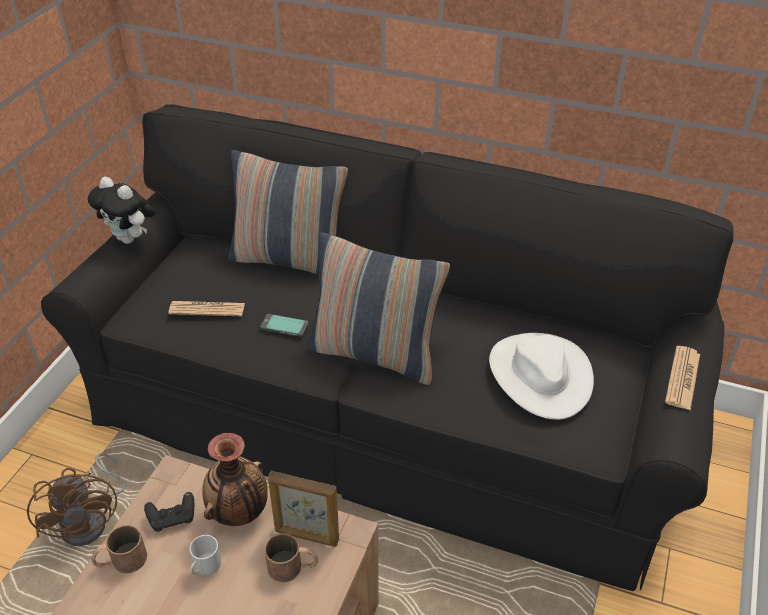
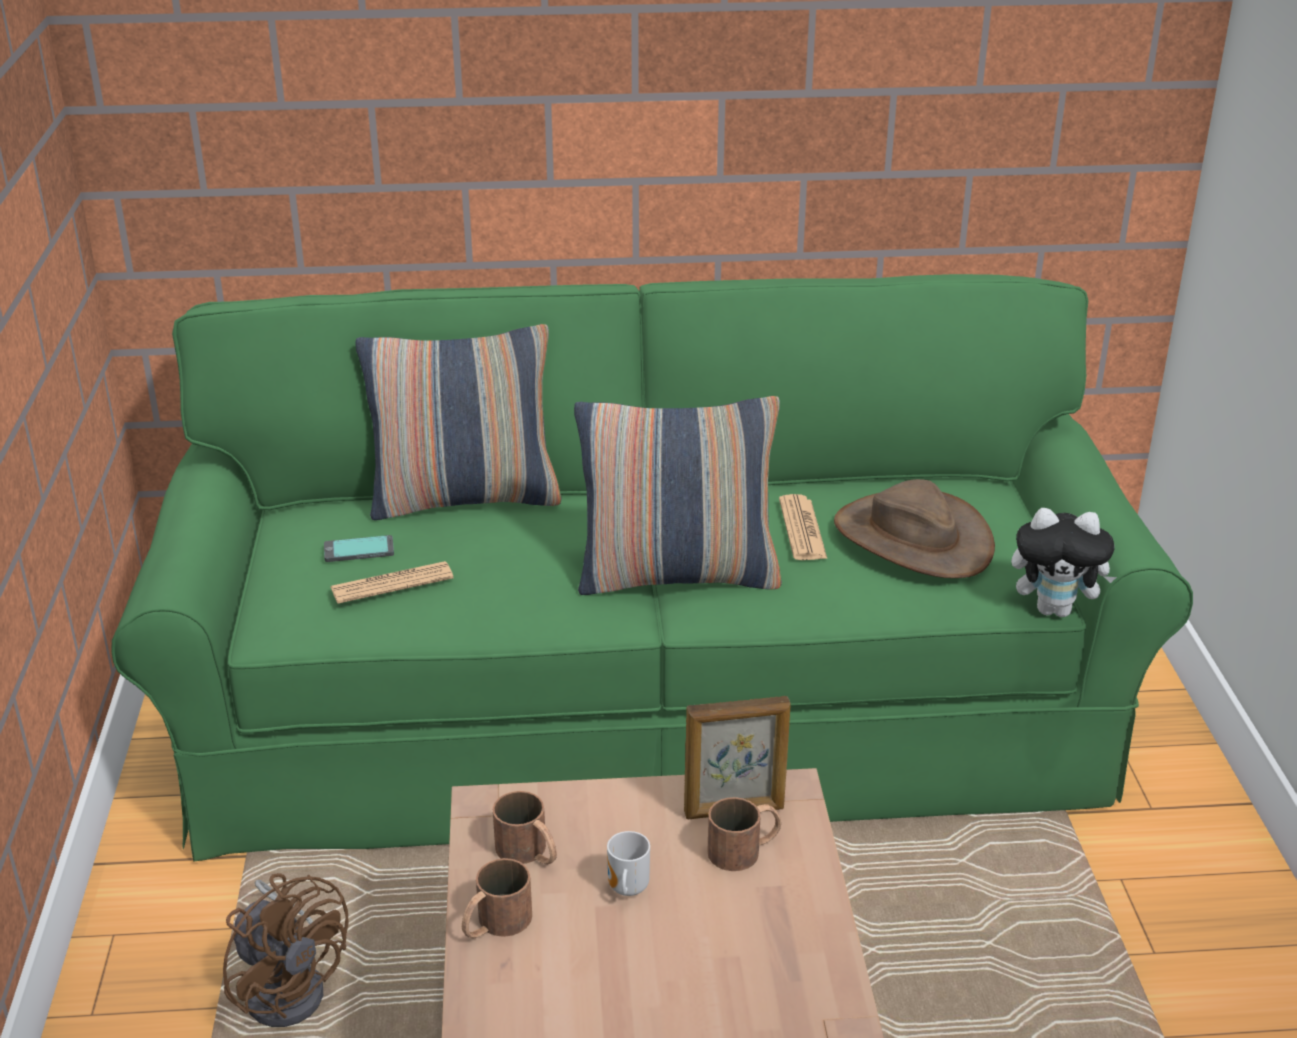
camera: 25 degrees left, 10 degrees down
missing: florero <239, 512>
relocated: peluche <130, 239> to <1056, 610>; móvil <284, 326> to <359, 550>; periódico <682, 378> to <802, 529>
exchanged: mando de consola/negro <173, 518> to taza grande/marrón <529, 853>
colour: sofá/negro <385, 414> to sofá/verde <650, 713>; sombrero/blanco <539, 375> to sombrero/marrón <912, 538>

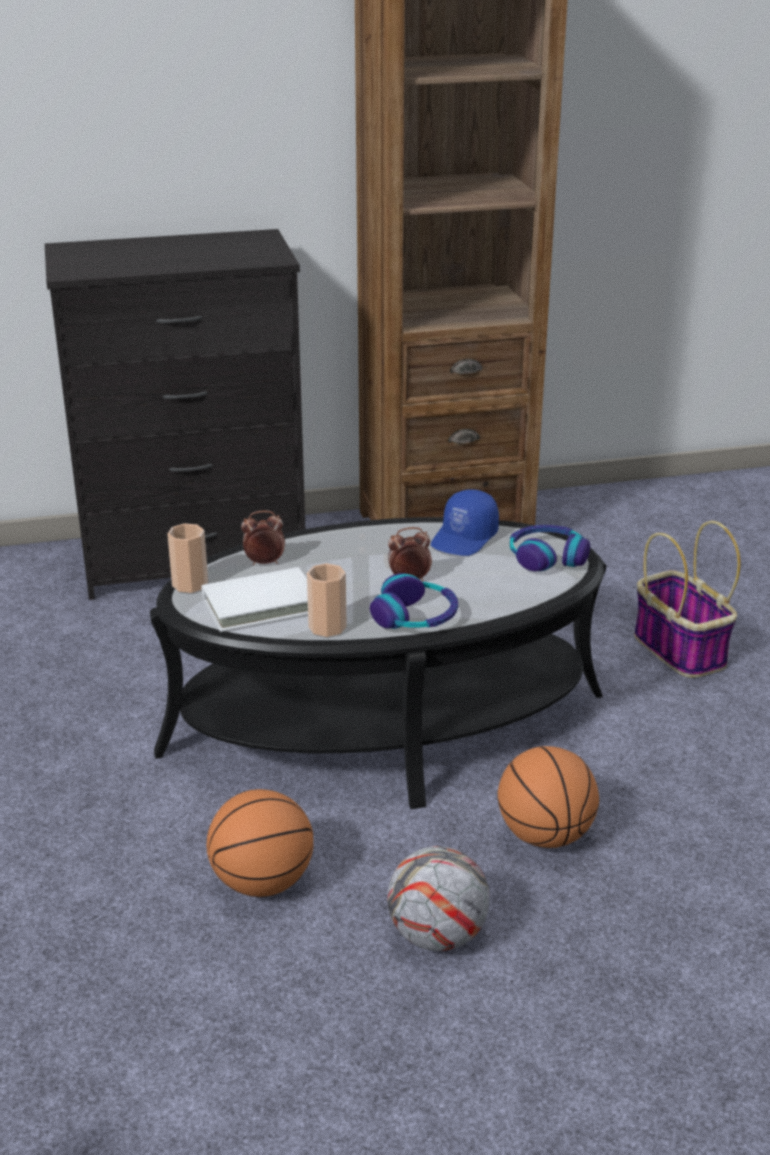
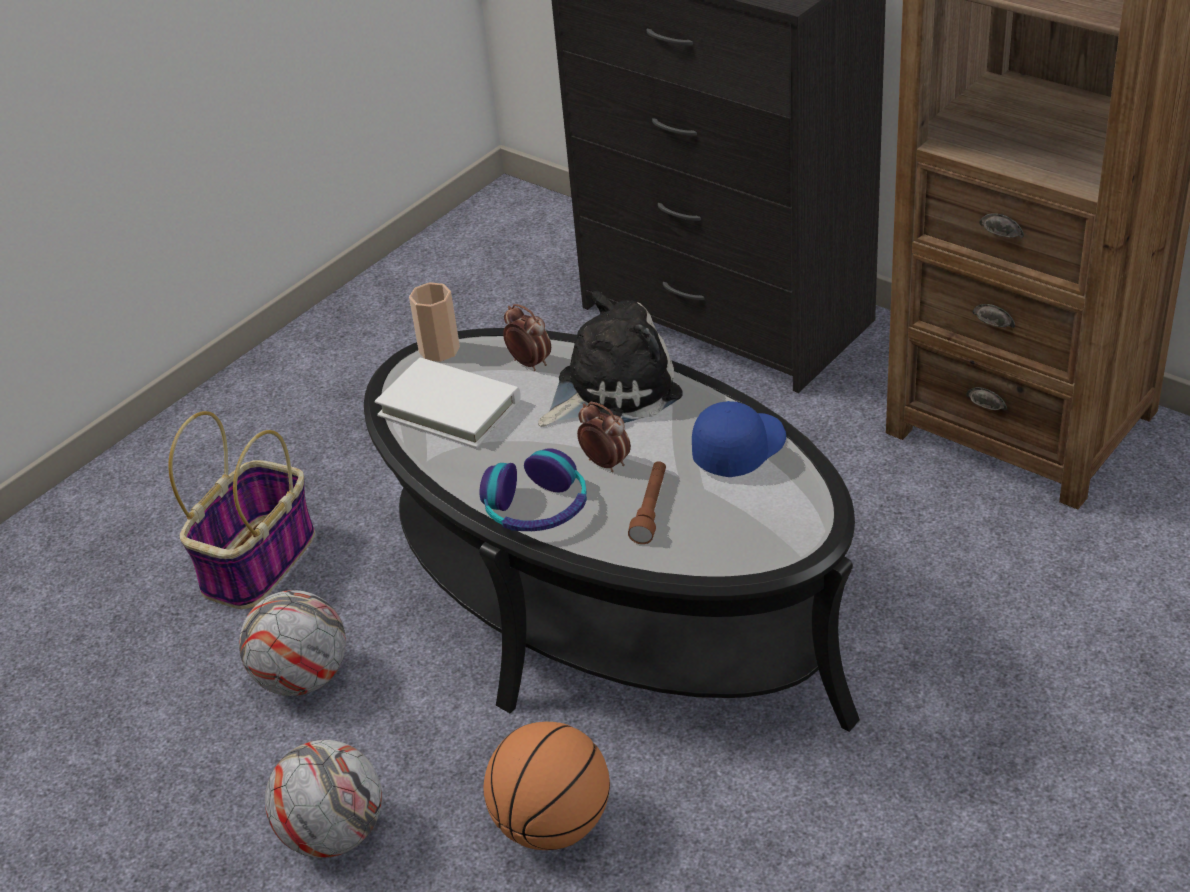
camera: 55 degrees right, 10 degrees up
missing: taza <327, 627>; auriculares <547, 557>
appeared: peluche <611, 390>; linterna/marrón <651, 509>
relocated: cesta <677, 649> to <259, 561>
exchanged: balón de baloncesto <262, 882> to balón de fútbol <302, 678>
spun: gorra/azul <465, 538> = <738, 449> 135 degrees clockwise

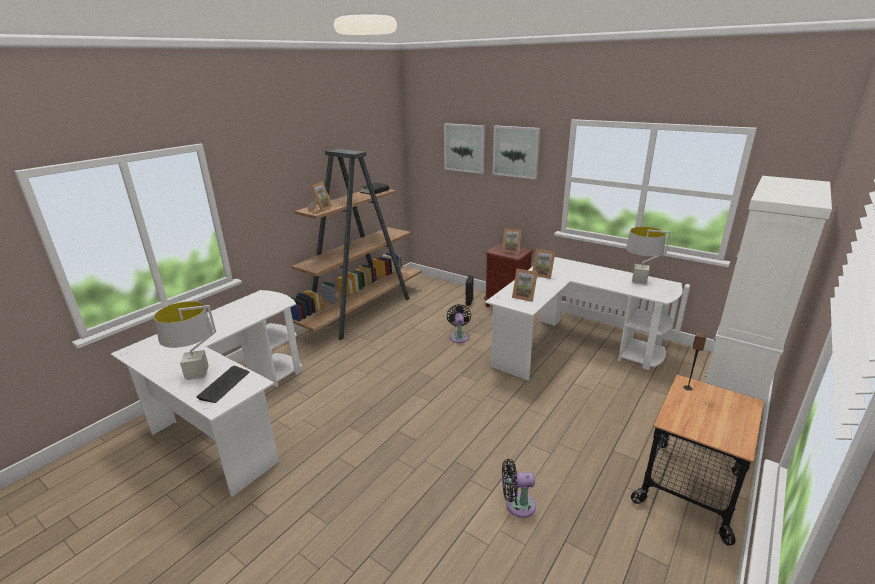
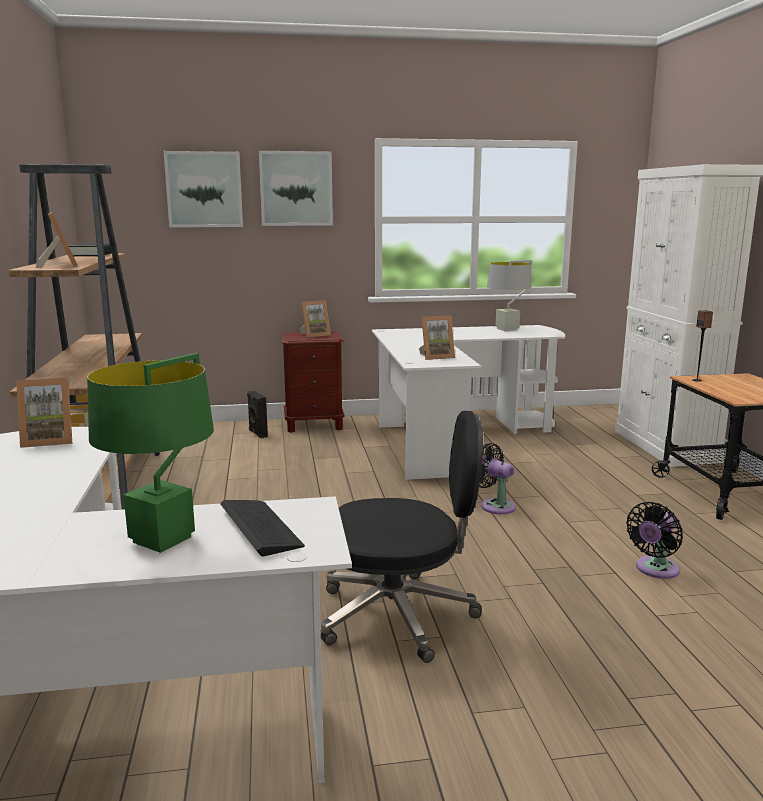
camera: 45 degrees left, 10 degrees down
appeared: silla de oficina/negro <399, 615>
relocated: ventilador/negro <459, 337> to <494, 505>; portarretratos <543, 274> to <49, 441>
colour: lámpara de mesa/gris <197, 374> to lámpara de mesa/verde <163, 539>

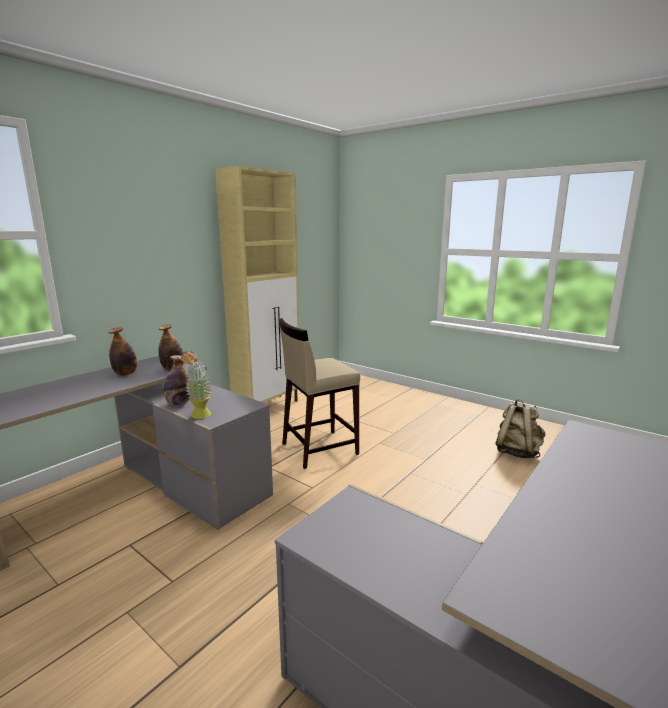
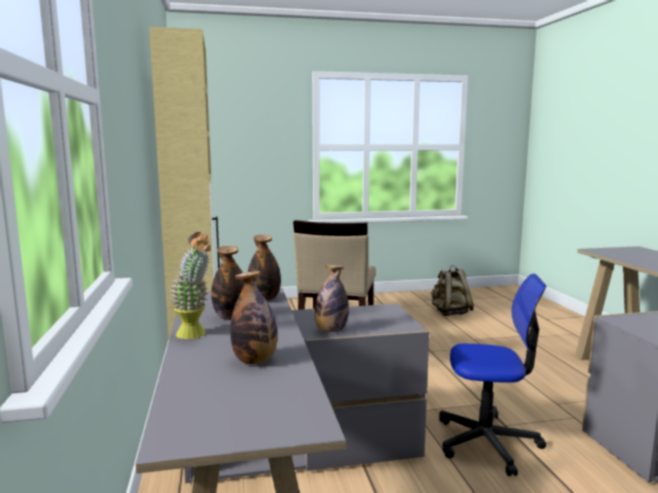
camera: 50 degrees left, 5 degrees down
appeared: botella <255, 361>; silla de oficina <487, 442>
relocated: planta en maceta <199, 417> to <195, 335>

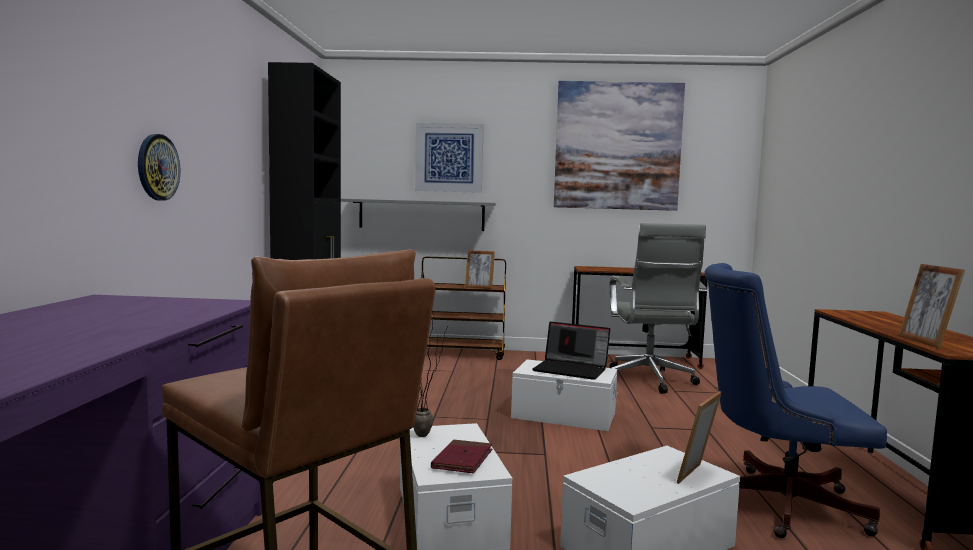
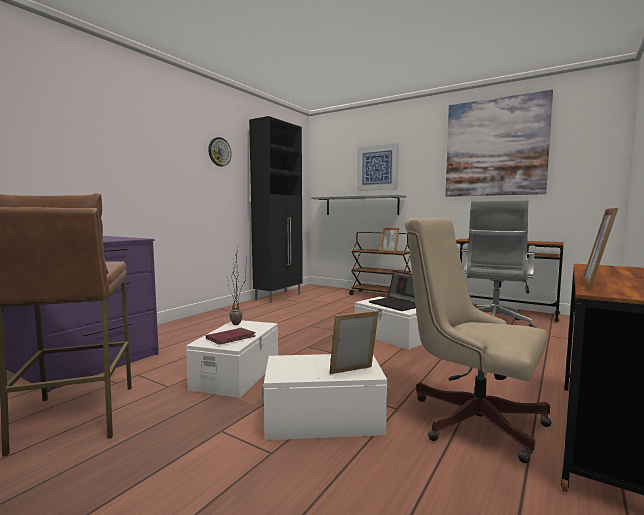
camera: 30 degrees right, 0 degrees up
relocated: reloj de pared <157, 167> to <219, 152>
colour: silla de oficina/azul <774, 502> to silla de oficina/beis <469, 418>

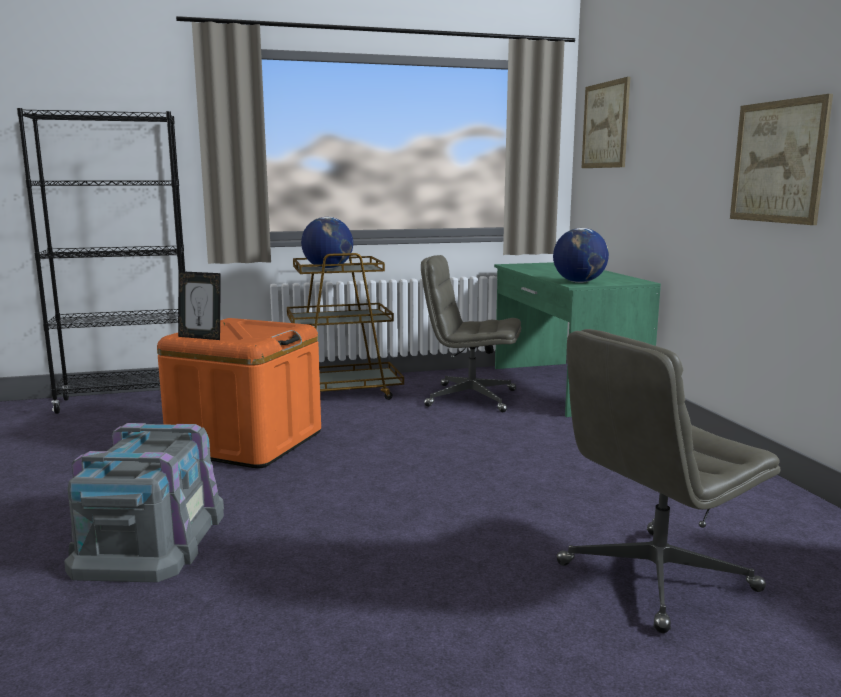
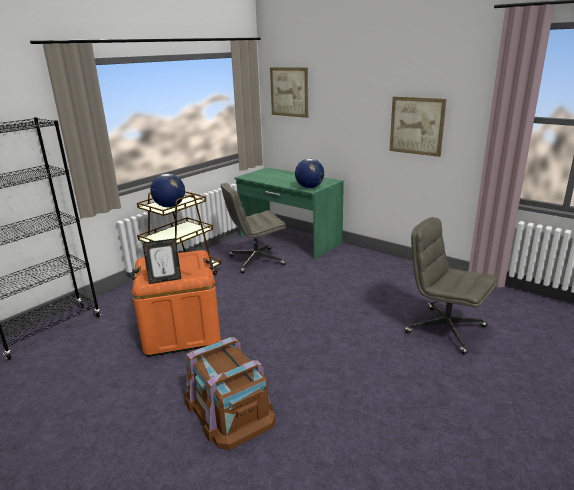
camera: 35 degrees left, 10 degrees up
colour: caja de almacenaje/gris <150, 537> to caja de almacenaje/marrón <228, 408>
spun: silla de oficina/gris <655, 578> = <444, 329> 105 degrees clockwise

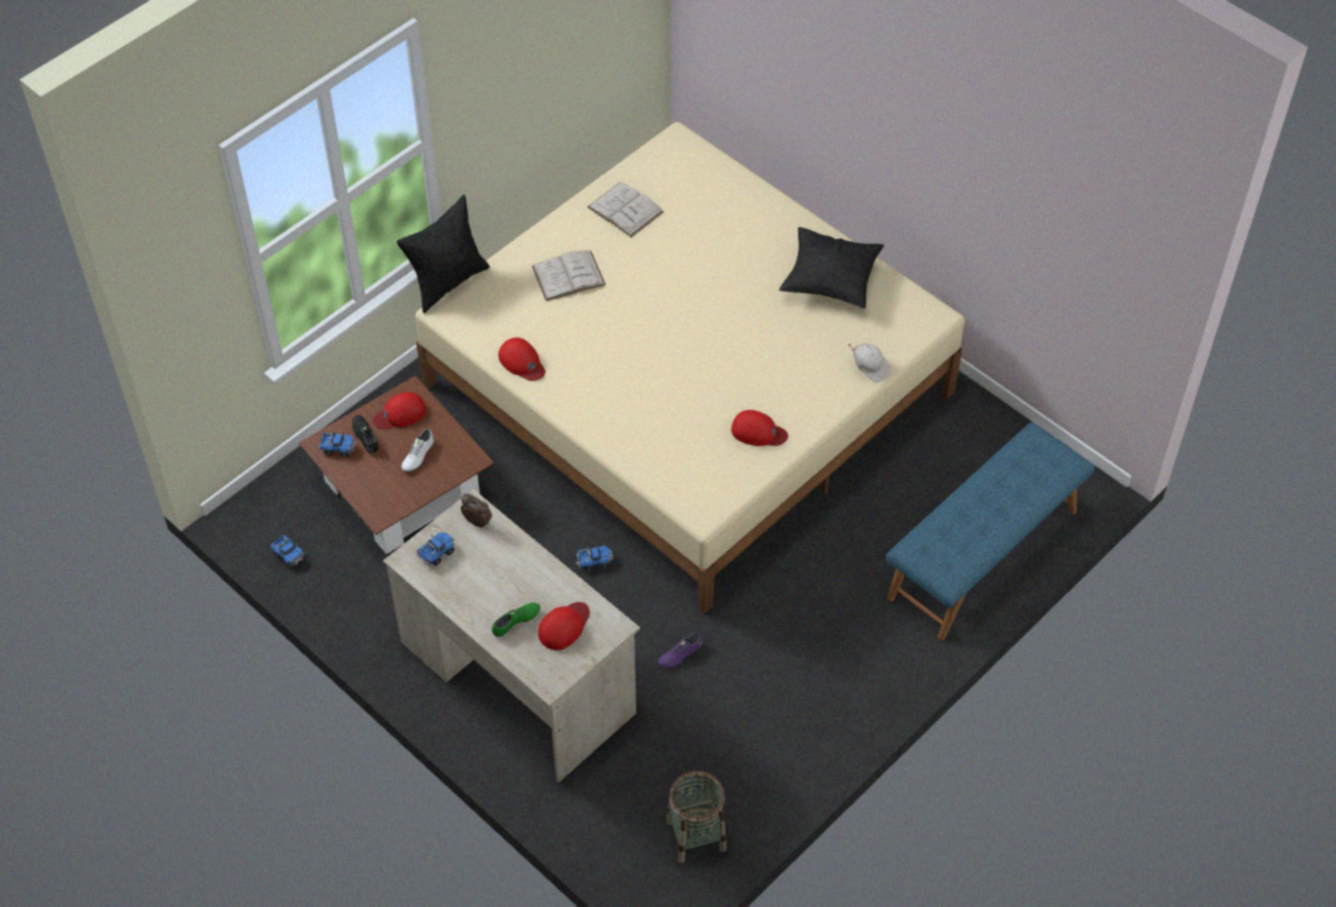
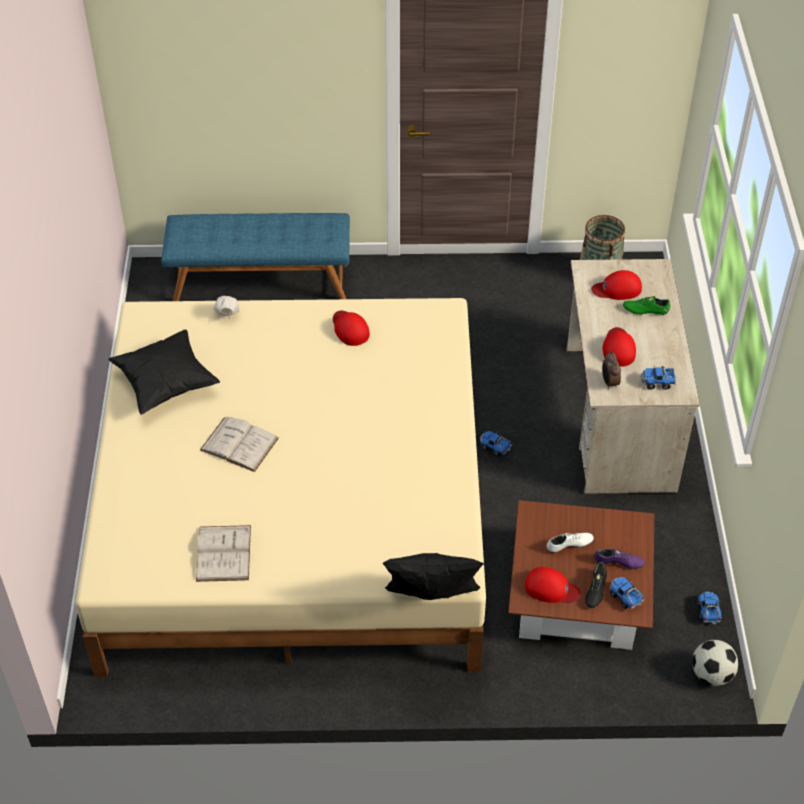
camera: 135 degrees left, 5 degrees down
appeared: balón de fútbol <711, 674>
relocated: gorra/rojo <522, 362> to <618, 348>; libro/blanco <568, 275> to <239, 444>; zapato/morado <680, 654> to <618, 563>

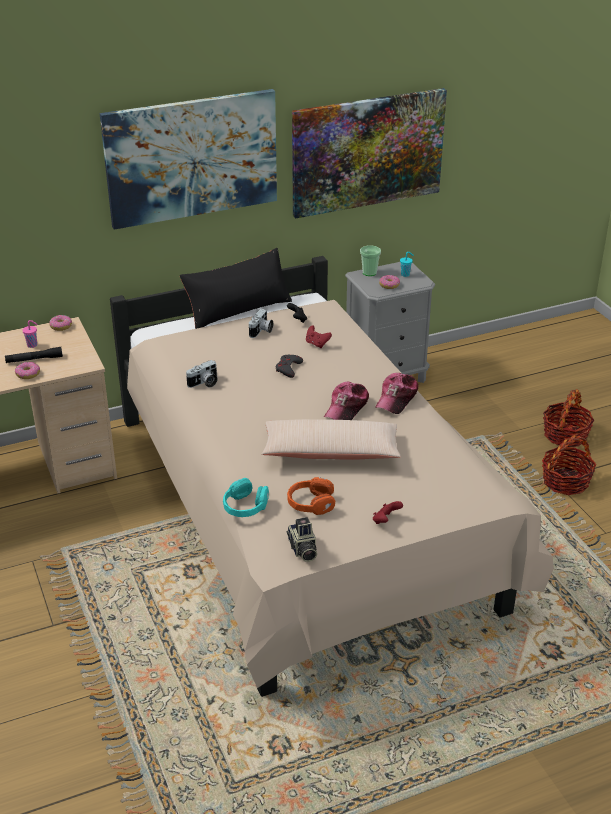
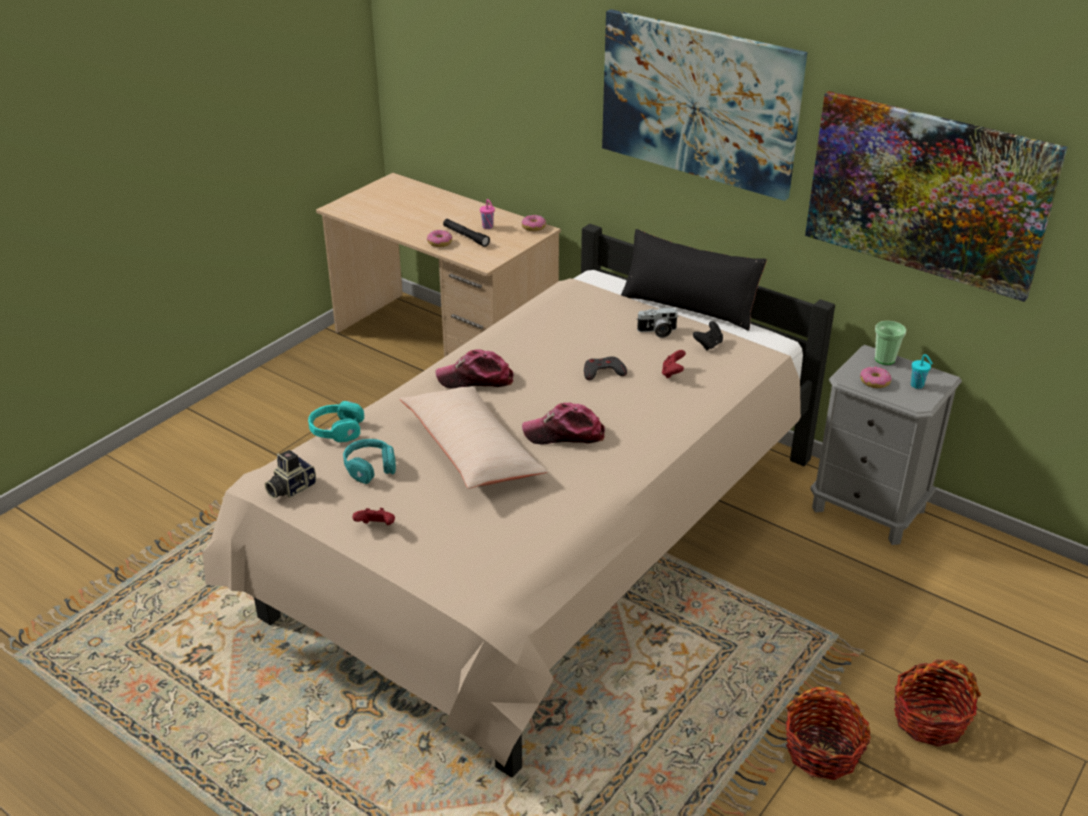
camera: 60 degrees right, 0 degrees up
missing: cámara <204, 383>
relocated: gorra <397, 399> to <475, 379>
colour: auriculares/naranja <311, 503> to auriculares/turquesa <370, 467>

